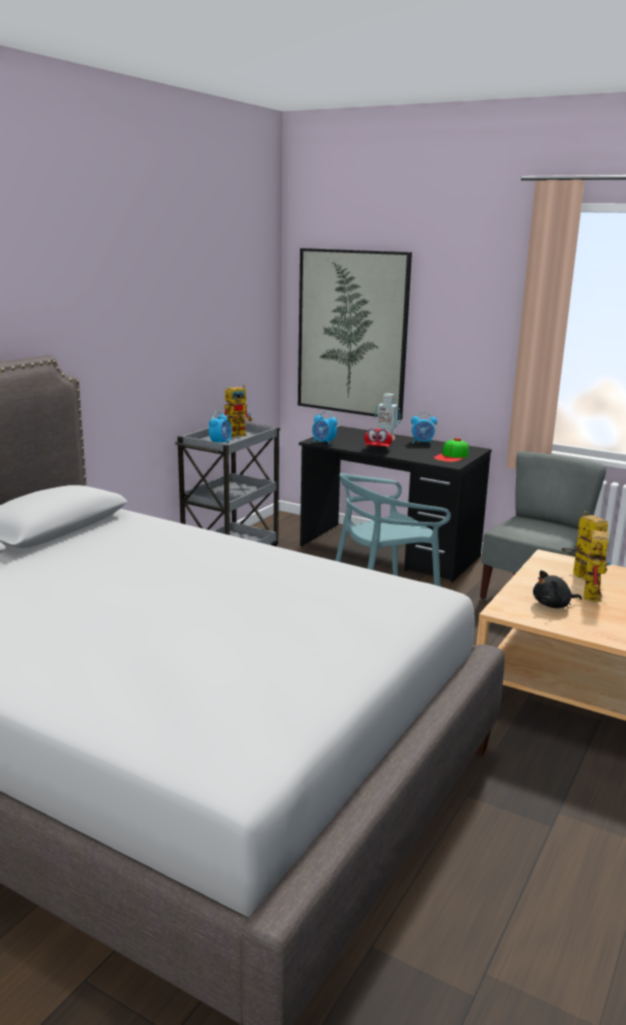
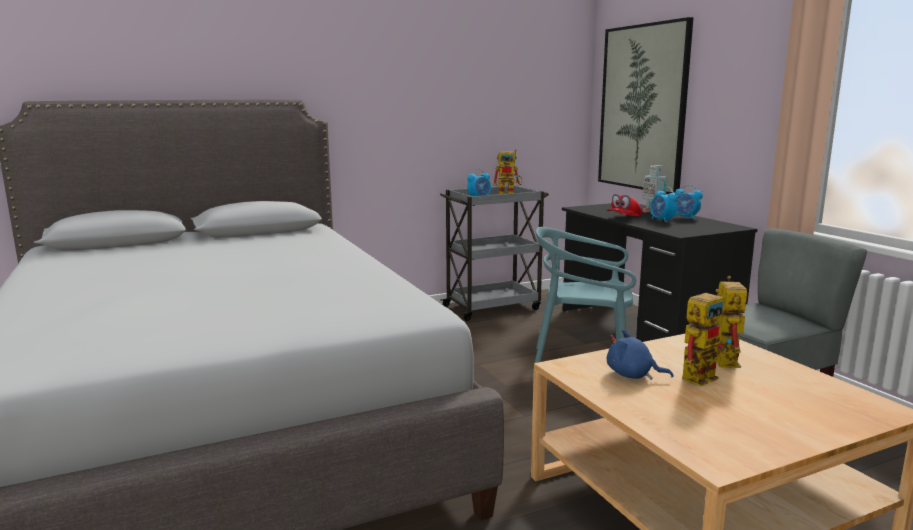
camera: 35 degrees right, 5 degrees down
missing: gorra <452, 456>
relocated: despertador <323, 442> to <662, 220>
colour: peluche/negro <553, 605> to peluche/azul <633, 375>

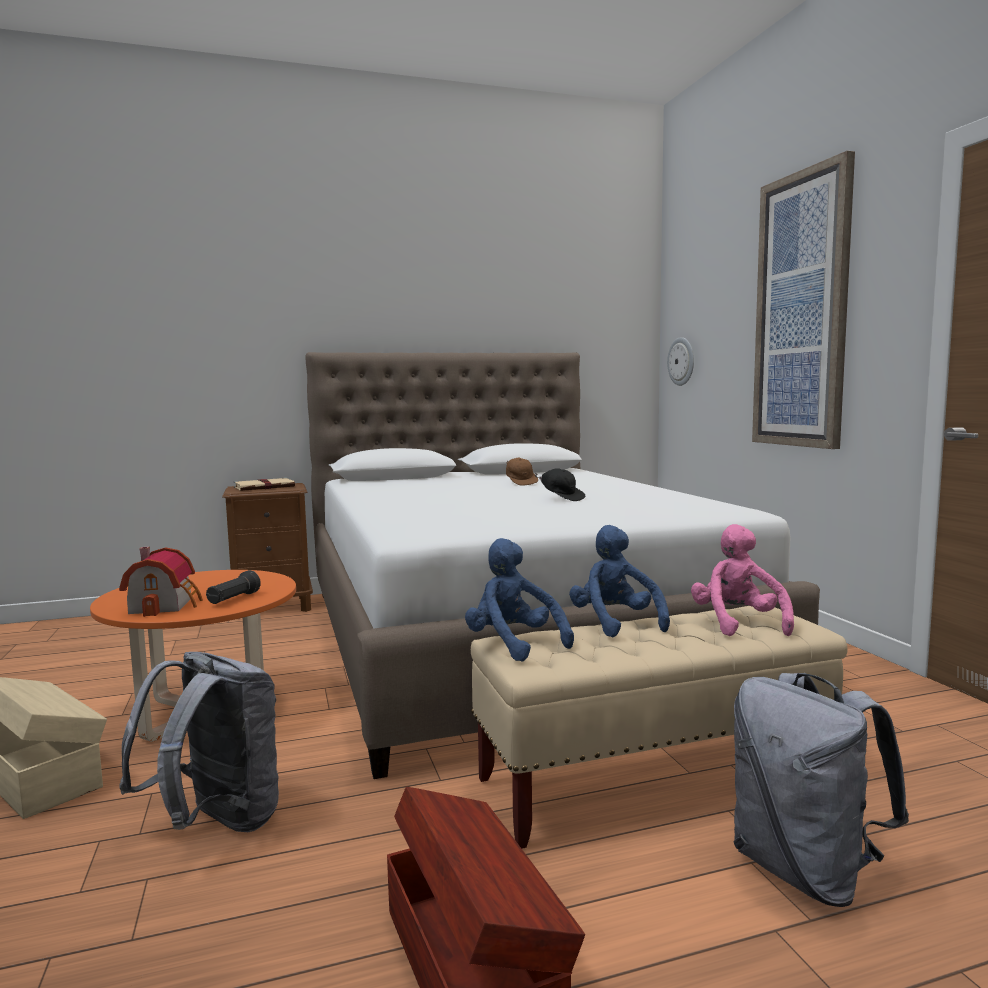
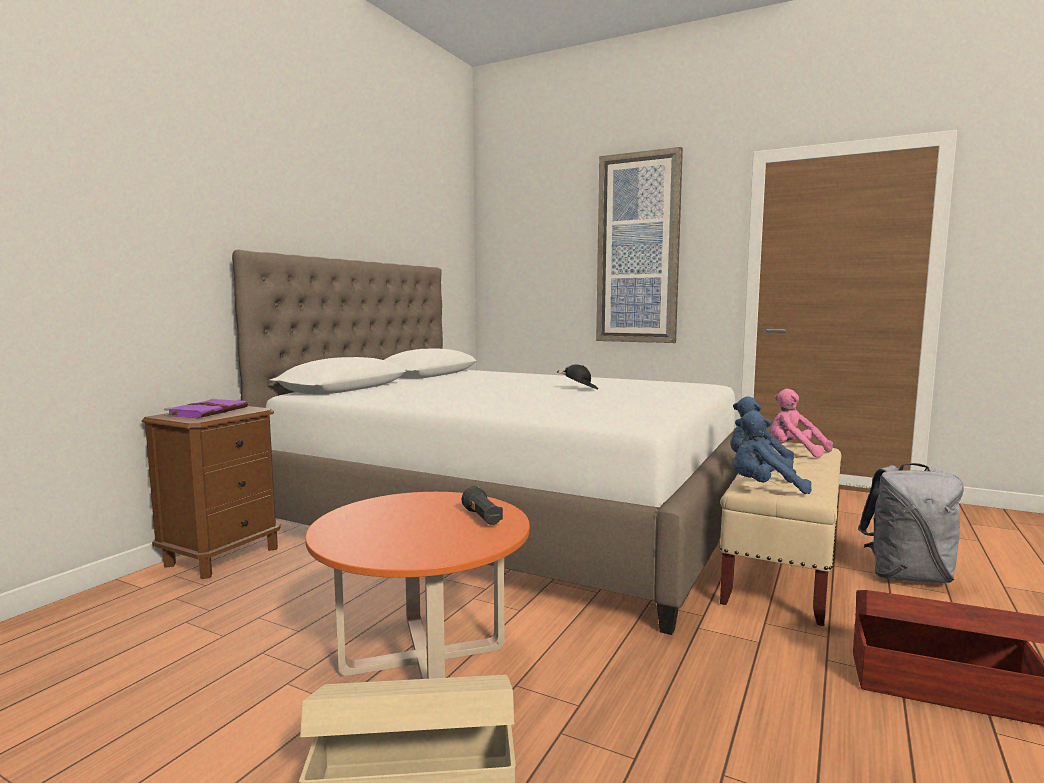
camera: 45 degrees left, 0 degrees up
missing: casita <166, 605>; mochila/gris <216, 823>; gorra/marrón <521, 483>; reloj de pared <681, 361>
colour: libro/beis <265, 487> to libro/morado <208, 412>

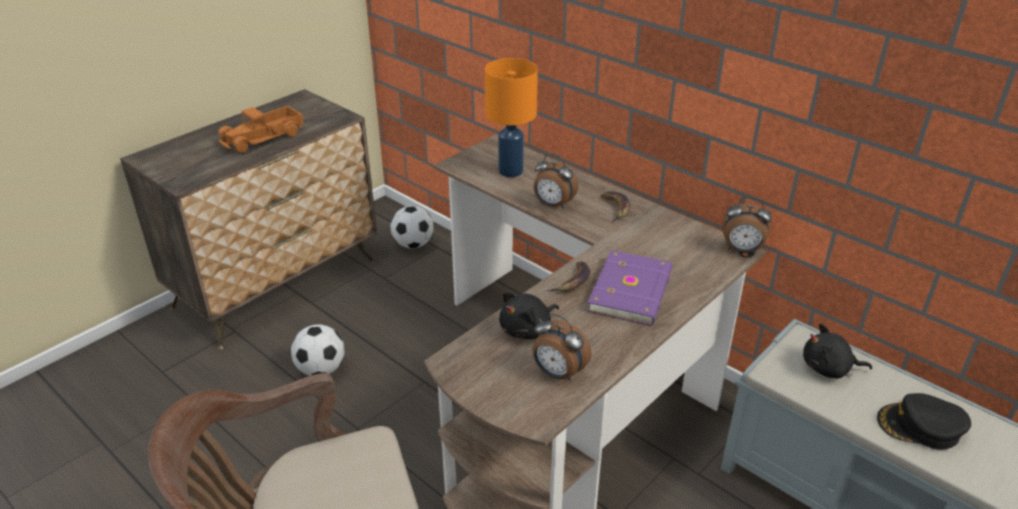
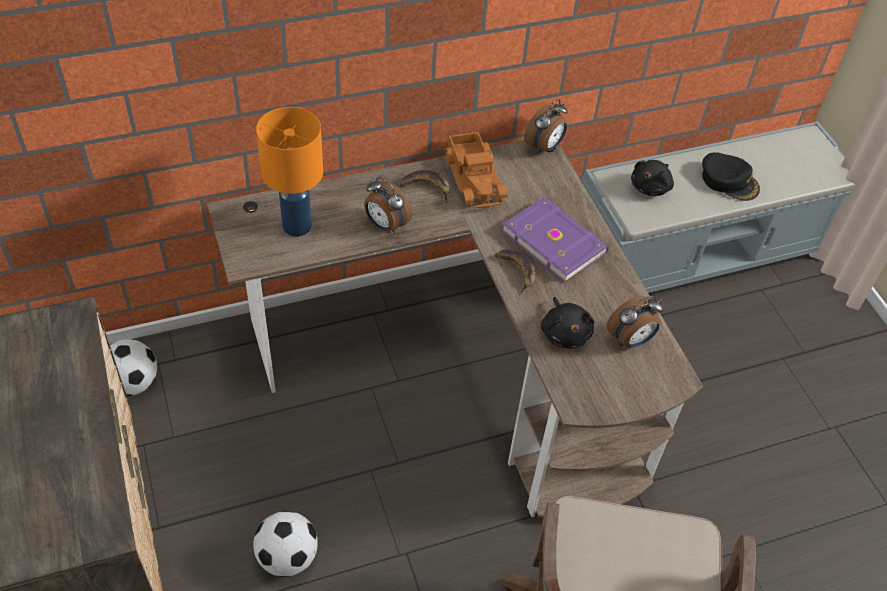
camera: 65 degrees left, 15 degrees up
relocated: camión de juguete <264, 138> to <475, 178>
spun: despertador <553, 205> = <385, 225> 75 degrees clockwise; gorra/negro <920, 427> = <729, 181> 90 degrees counterclockwise

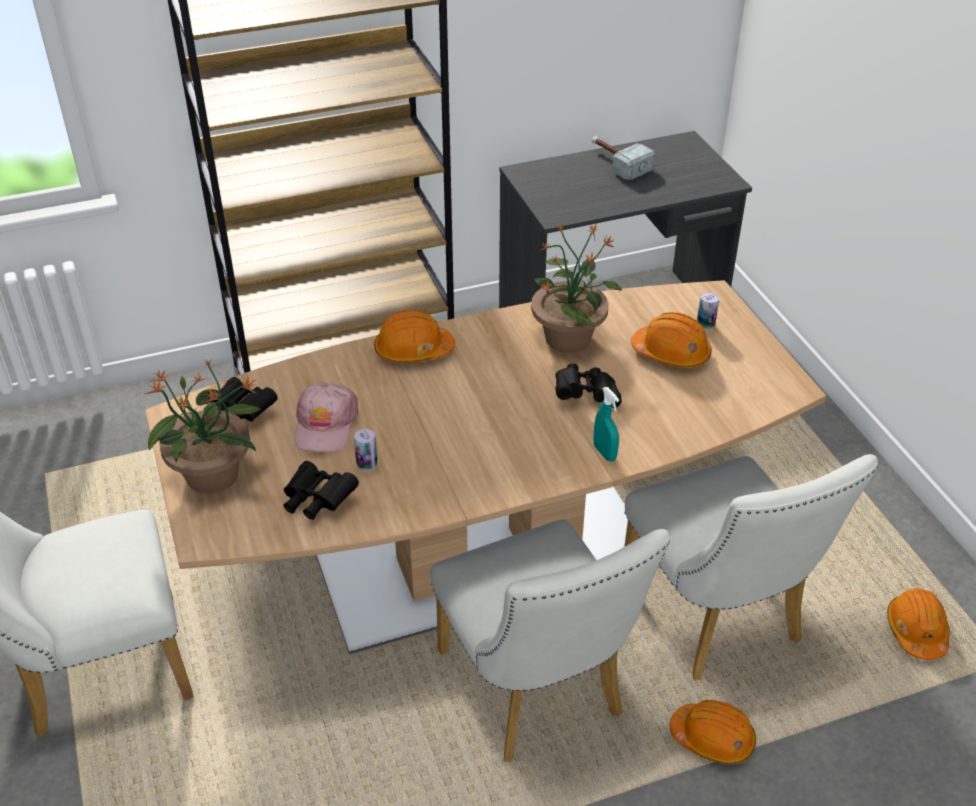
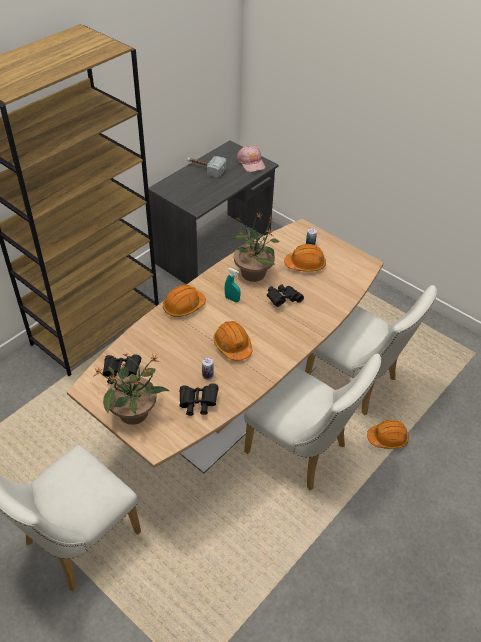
camera: 30 degrees left, 5 degrees up
relocated: gorra/rosa <325, 425> to <251, 163>; pulverizador/turquesa <604, 453> to <232, 299>; casco/naranja <916, 631> to <232, 346>

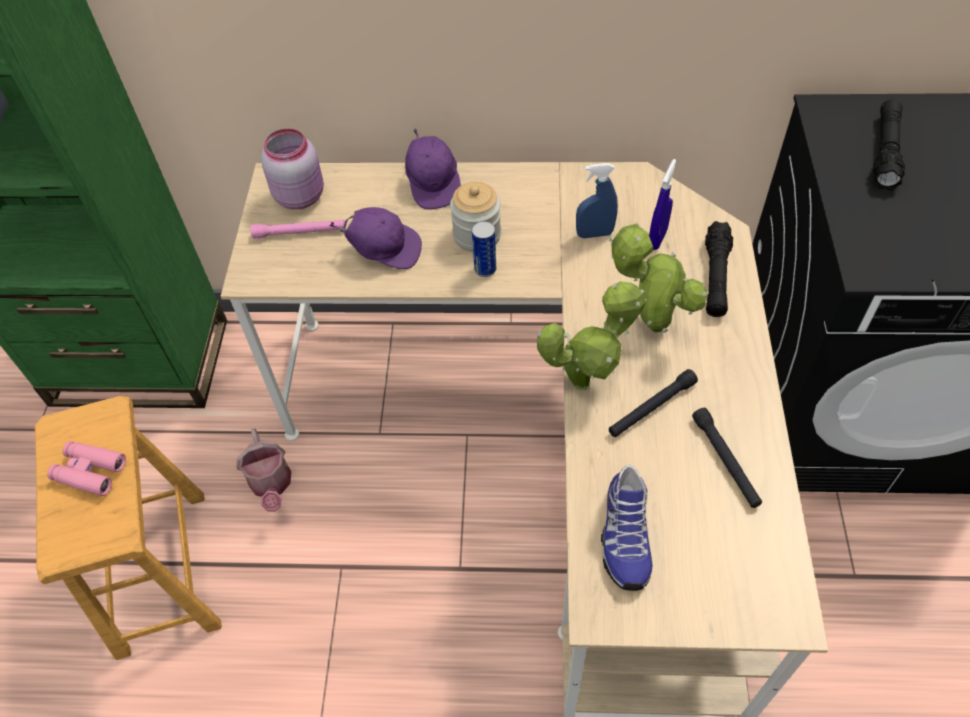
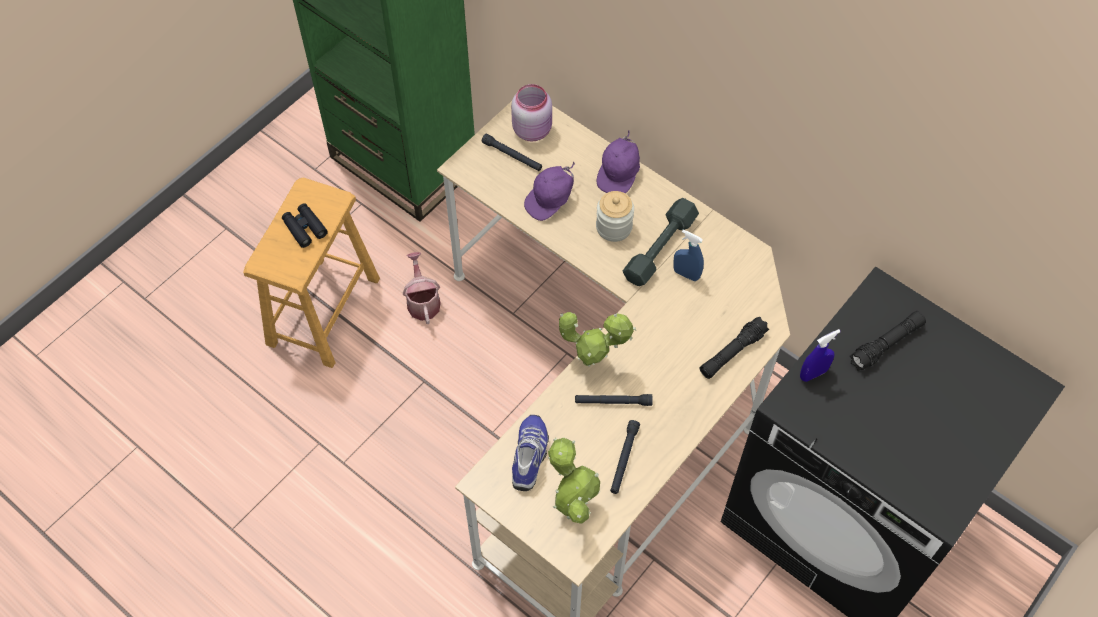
camera: 35 degrees right, 5 degrees up
missing: lata <485, 269>
appeared: mancuerna/gris <660, 248>
relocated: planta en maceta <650, 324> to <572, 506>; pulverizador/azul <657, 239> to <813, 374>
colour: prismáticos/rosa <90, 471> to prismáticos/negro <305, 228>; linterna/rosa <300, 233> to linterna/negro <512, 156>
spun: regadera <272, 485> = <422, 301> 150 degrees clockwise; gorra/morado <384, 250> = <550, 201> 90 degrees clockwise; zapato <623, 536> = <530, 456> 150 degrees clockwise

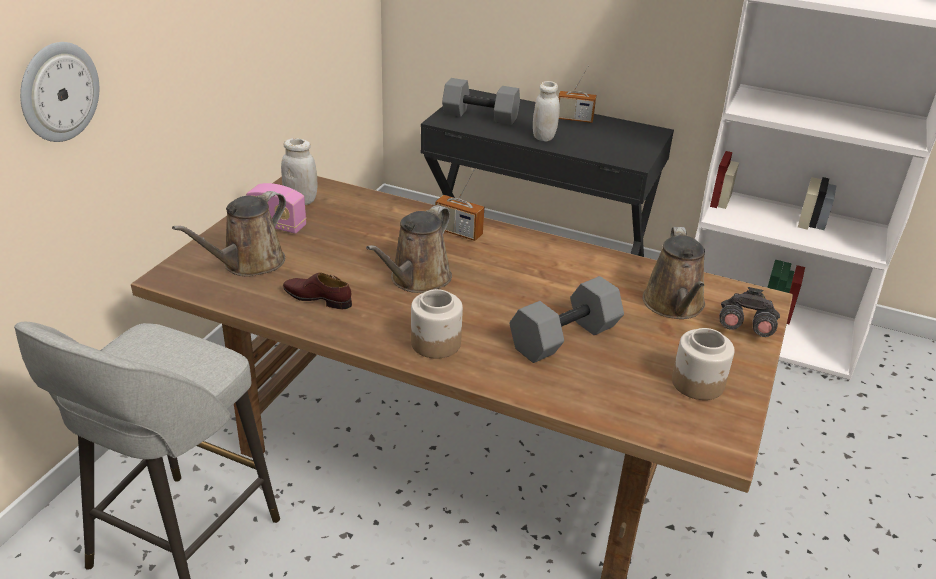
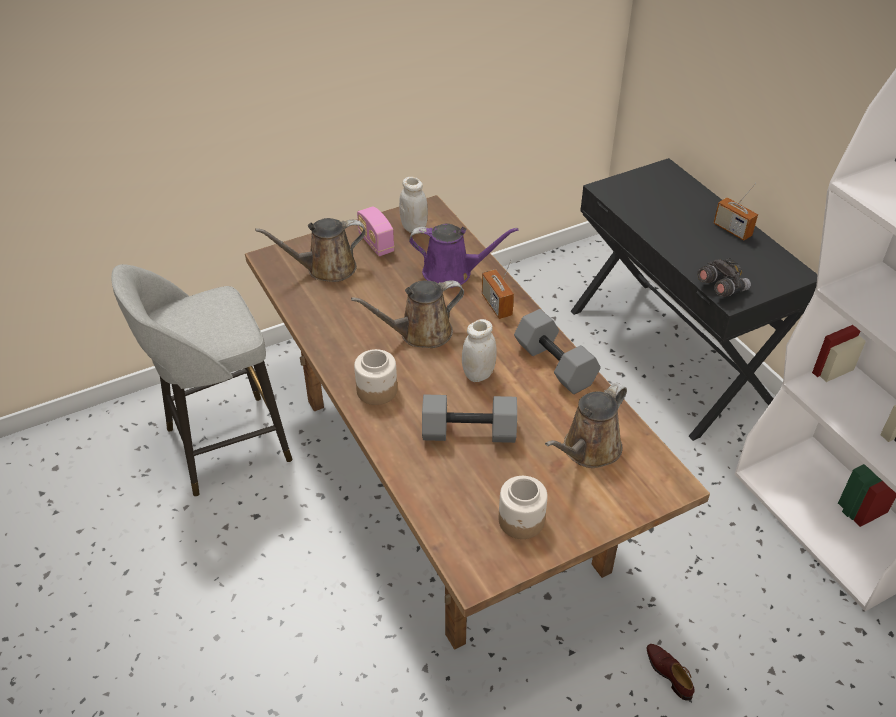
camera: 40 degrees right, 10 degrees up
missing: reloj de pared <58, 92>
appeared: regadera/morado <452, 273>
relocated: zapato/marrón <317, 298> to <668, 673>; mancuerna/gris <481, 116> to <556, 364>; tarro/blanco <544, 137> to <478, 374>; prismáticos/gris <744, 328> to <721, 288>

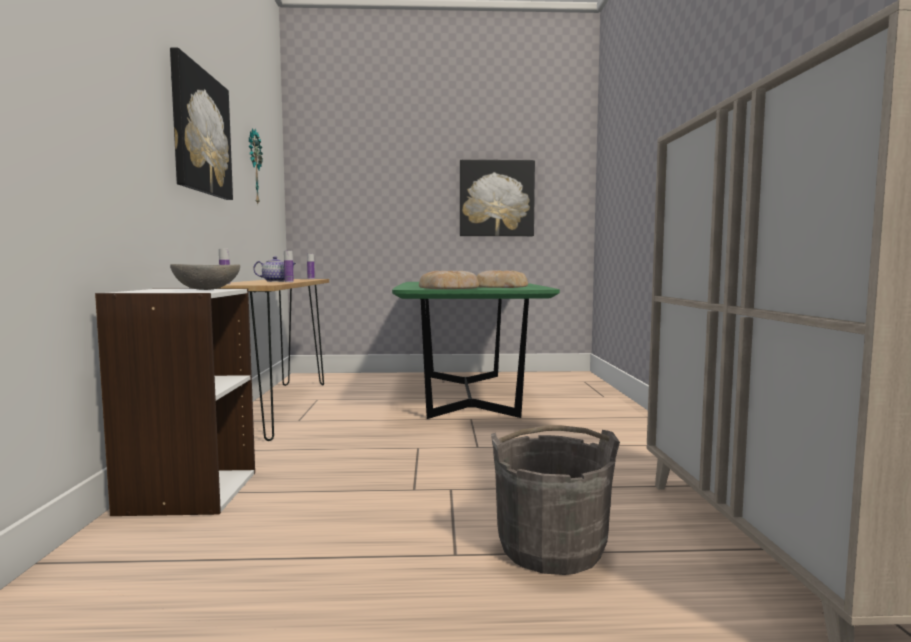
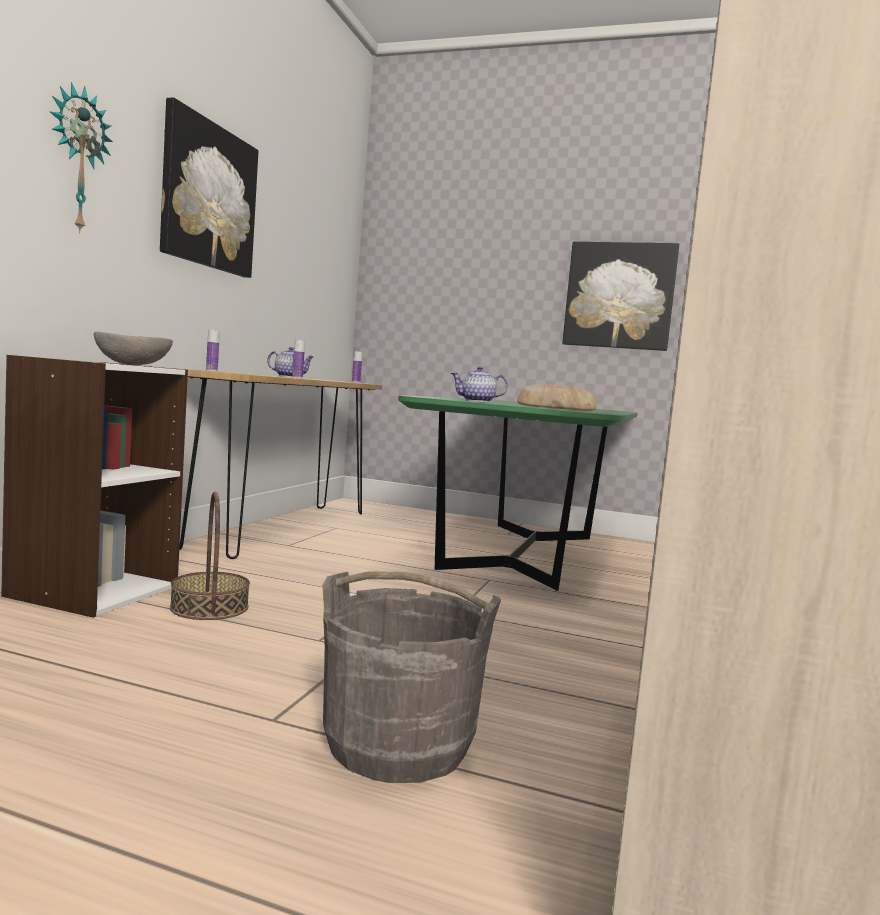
camera: 20 degrees right, 0 degrees up
appeared: cesta <209, 607>
relocated: reloj de pared <253, 167> to <77, 160>
exchanged: pan <450, 288> to tetera <477, 401>

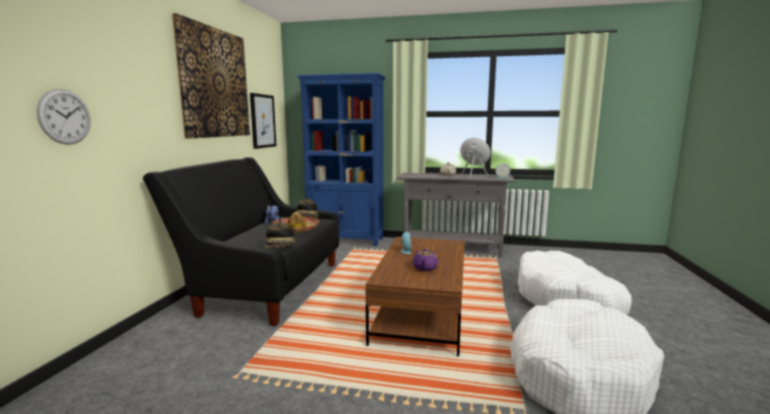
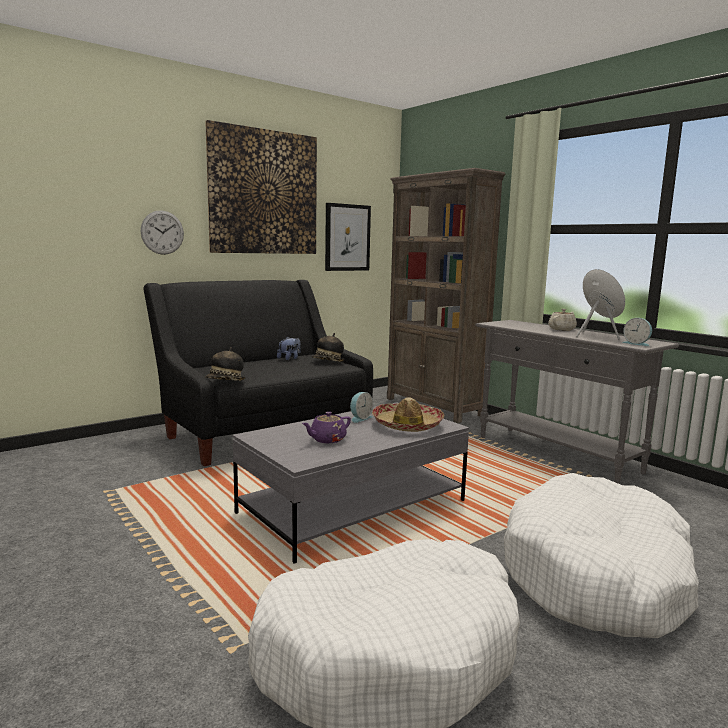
camera: 40 degrees right, 0 degrees up
relocated: reloj de pared <65, 117> to <162, 232>; sombrero <296, 229> to <407, 425>
colour: estantería/azul <346, 240> to estantería/marrón <434, 407>; mesa de centro/marrón <421, 312> to mesa de centro/gris <353, 507>

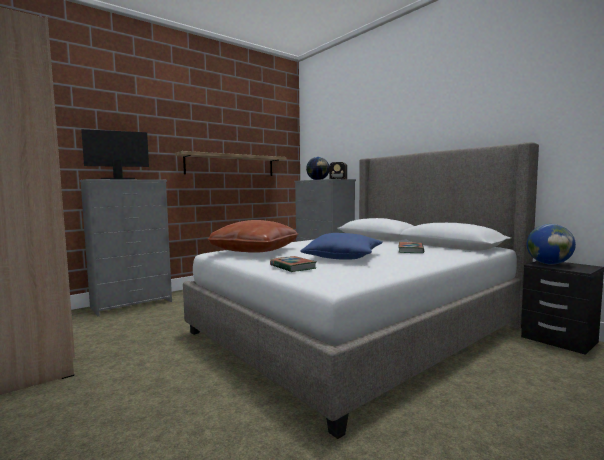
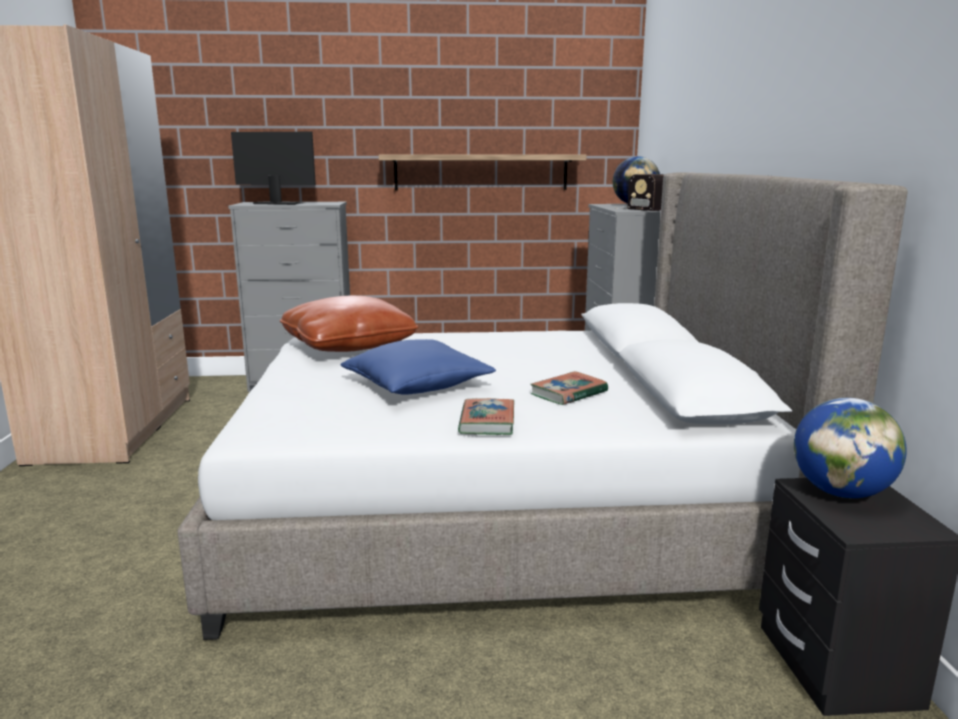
camera: 35 degrees right, 10 degrees up
relocated: libro <292, 267> to <487, 422>

